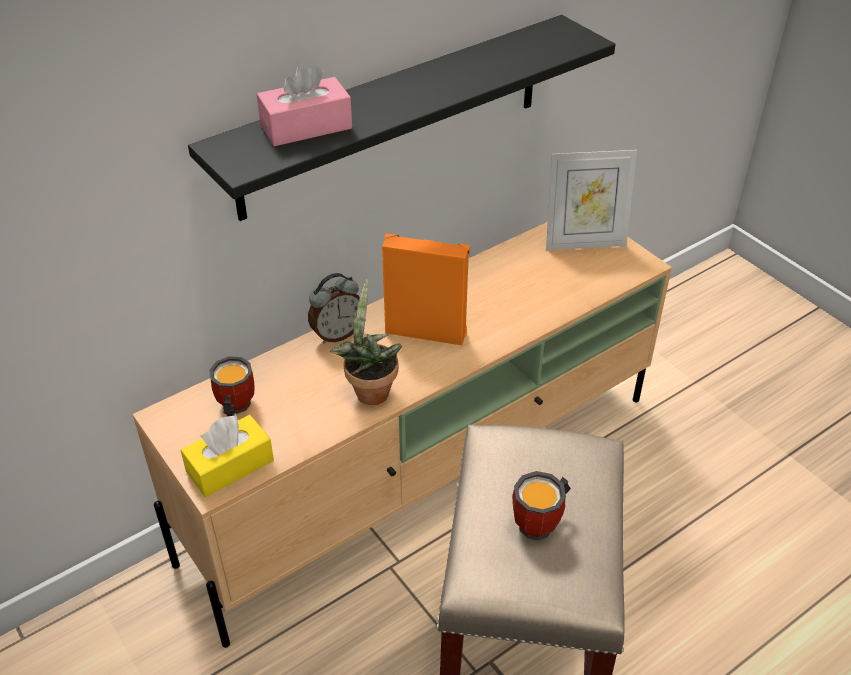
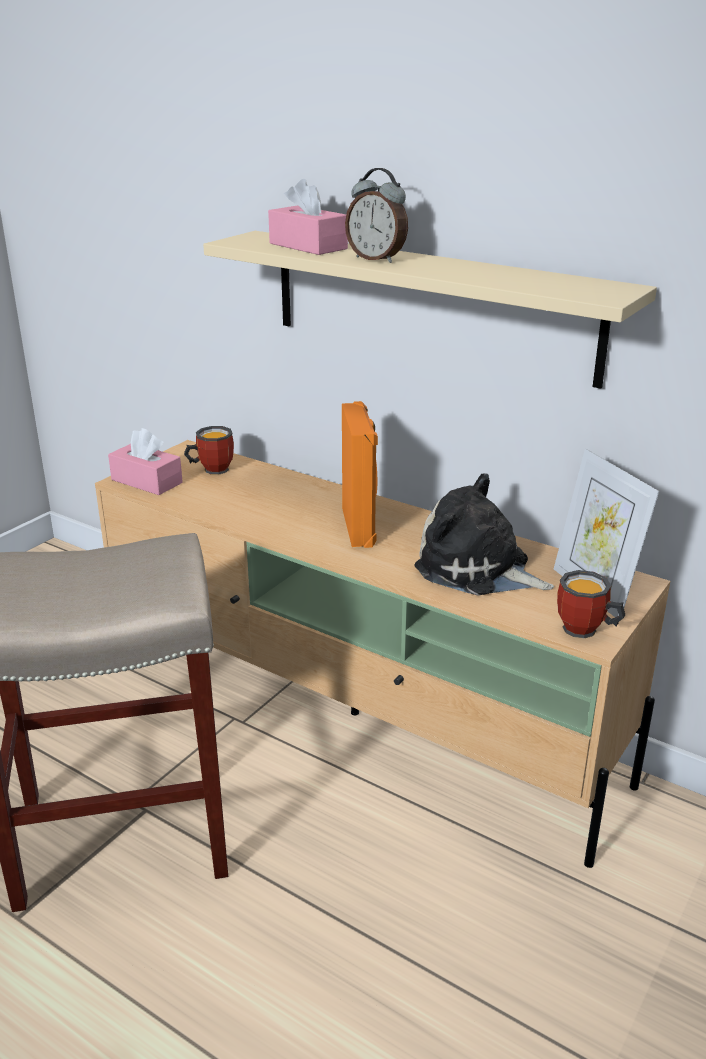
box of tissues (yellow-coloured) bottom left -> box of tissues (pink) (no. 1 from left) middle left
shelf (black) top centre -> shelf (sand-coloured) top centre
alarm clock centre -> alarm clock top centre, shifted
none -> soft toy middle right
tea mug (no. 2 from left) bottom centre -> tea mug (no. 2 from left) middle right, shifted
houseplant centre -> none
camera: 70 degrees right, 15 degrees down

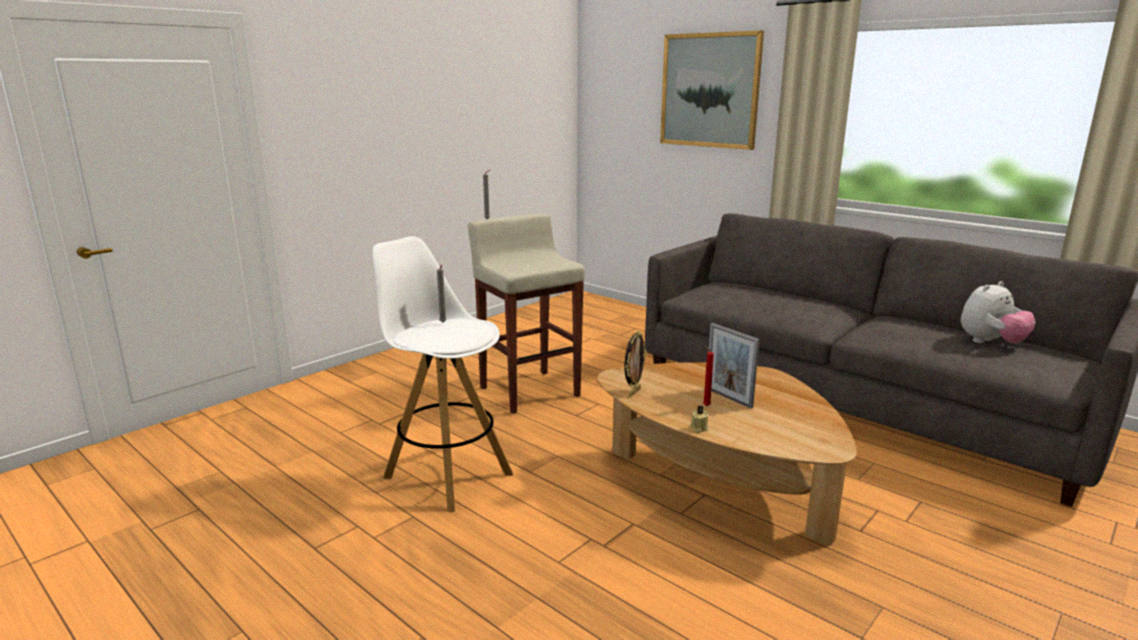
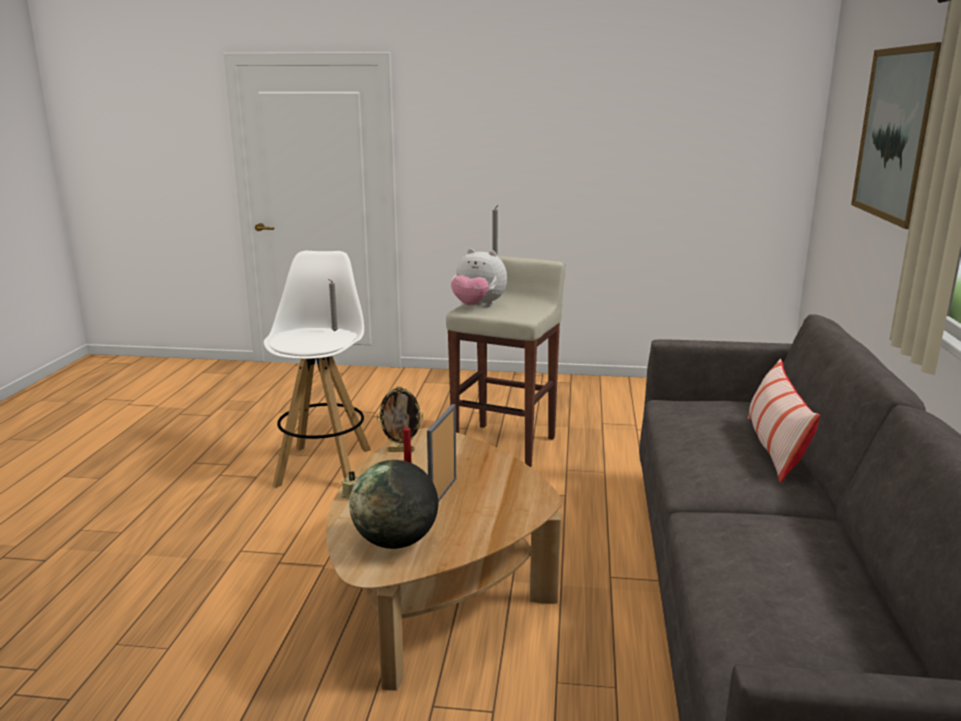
none -> world globe bottom centre
soft toy middle right -> soft toy centre, shifted
none -> pillow middle right
camera: 55 degrees right, 0 degrees up

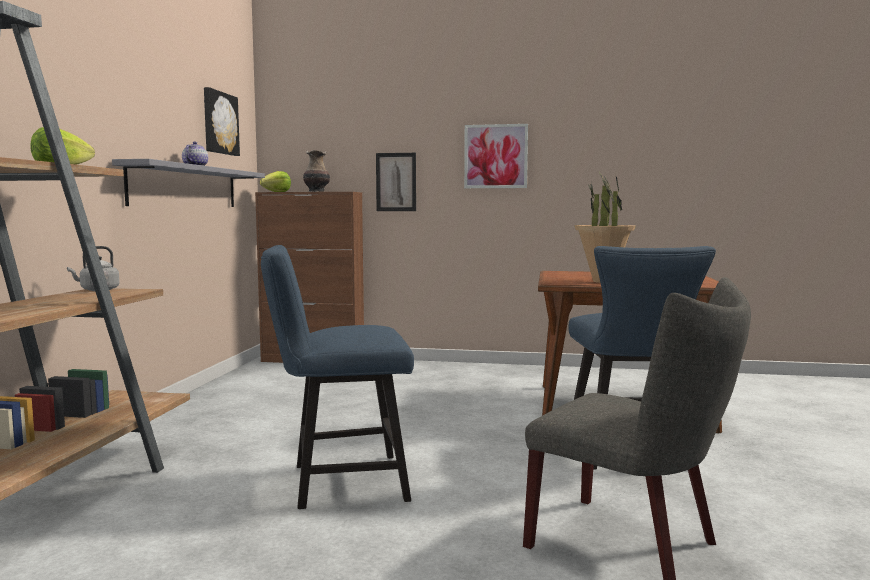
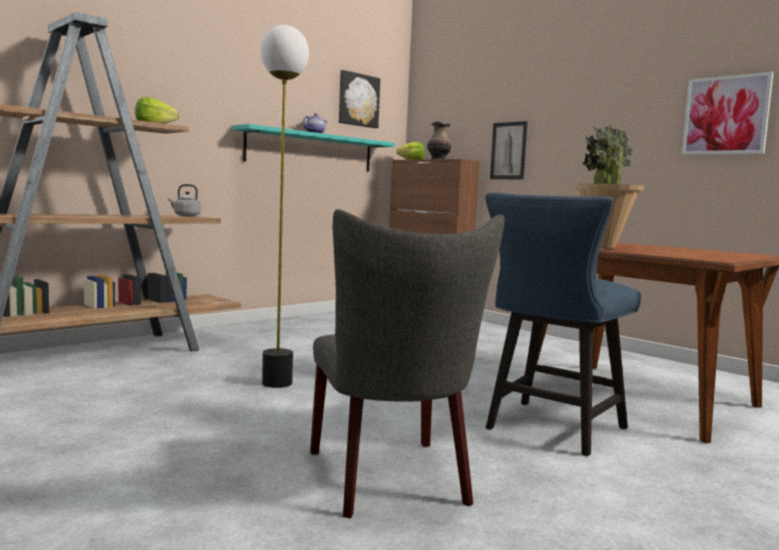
shelf (gray) top left -> shelf (turquoise) top centre
chair (blue-coloured) (no. 1 from left) centre -> standing lamp centre
wall picture (no. 3 from left) top centre -> wall picture (no. 3 from left) top right, shifted
camera: 35 degrees right, 0 degrees up

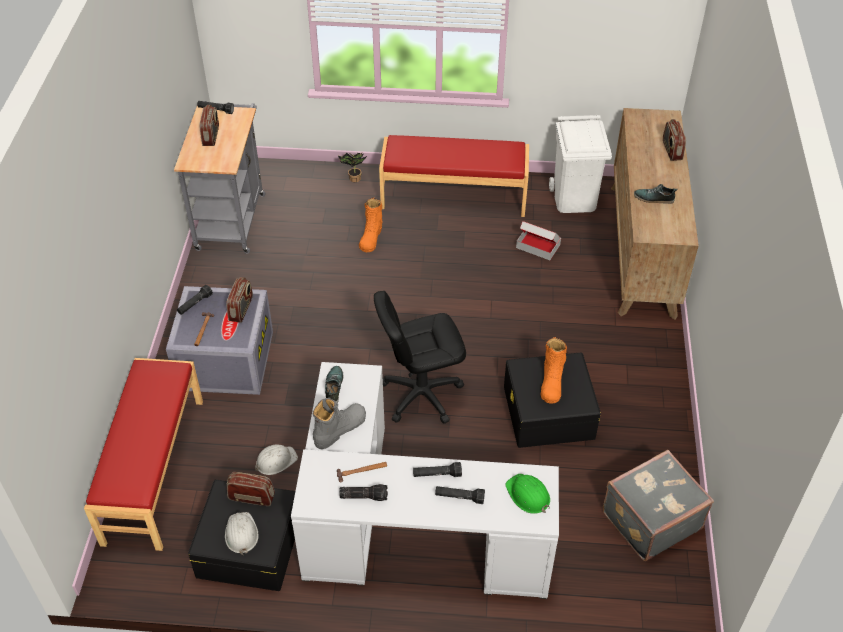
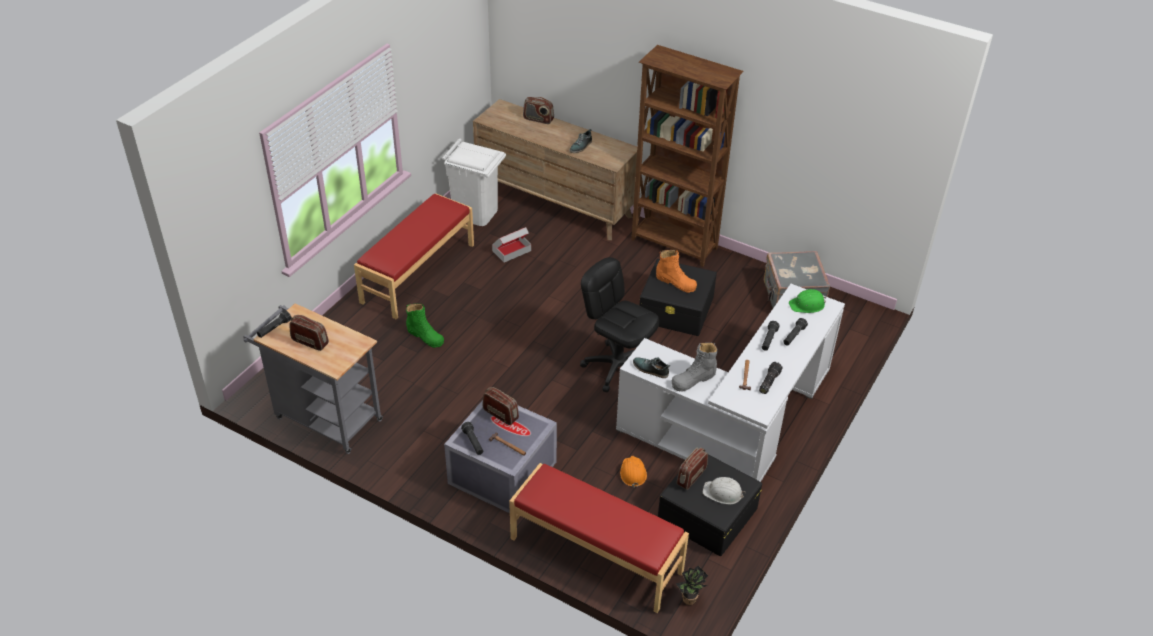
tall boot (orange) (no. 1 from left) centre -> tall boot (green-coloured) centre
office chair (black) centre, 120 degrees clockwise
safety helmet (white) (no. 2 from left) bottom left -> safety helmet (orange) bottom centre
none -> shelving unit (brownish) top centre
tall boot (gray) bottom centre -> tall boot (gray) centre, 105 degrees counterclockwise
houseplant top centre -> houseplant bottom centre, shifted
camera: 65 degrees left, 5 degrees down

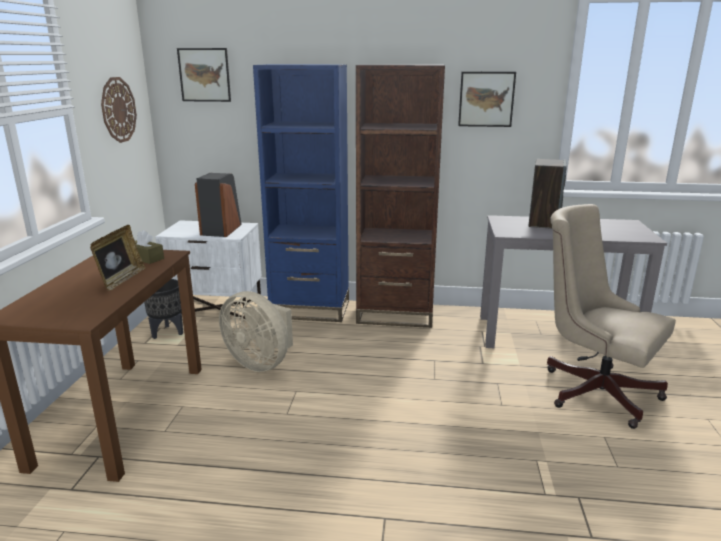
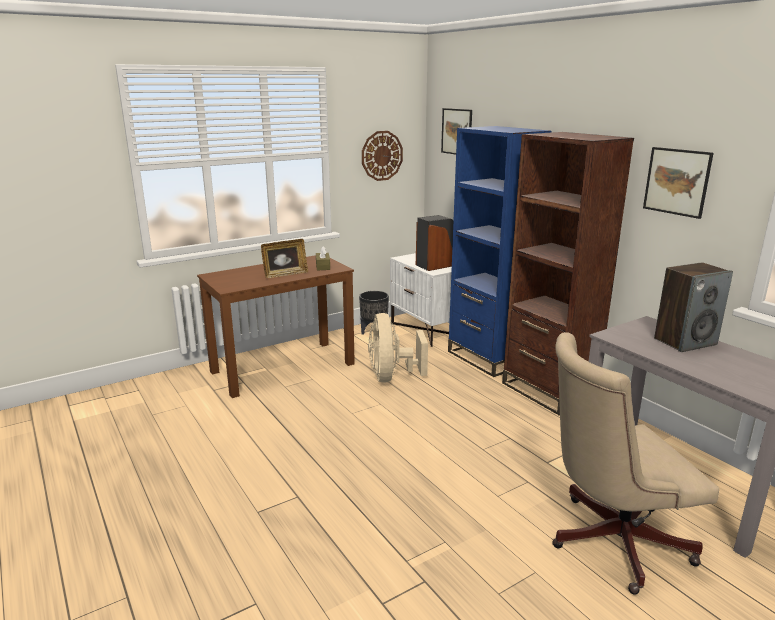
office chair (sand-coloured) middle right -> office chair (sand-coloured) bottom right, 105 degrees counterclockwise
camera: 50 degrees right, 0 degrees up

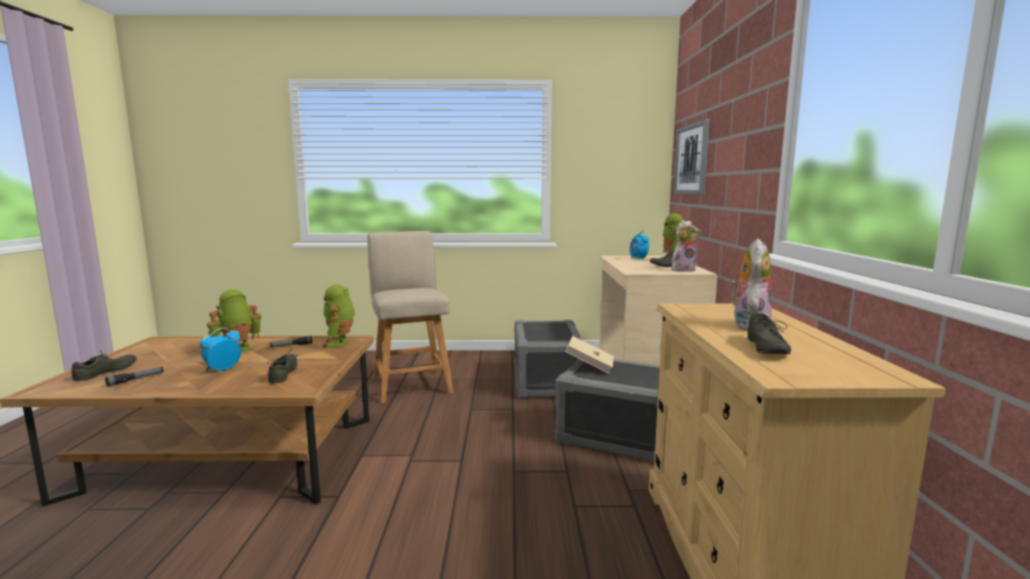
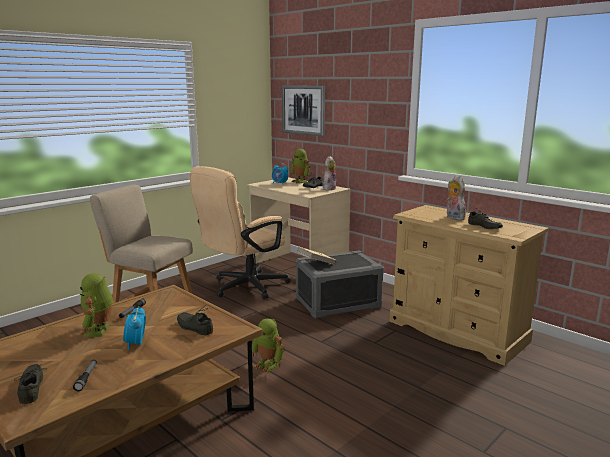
storage bin (gray) (no. 1 from left) centre -> office chair (sand-coloured) centre
robot figure (no. 2 from left) middle left -> robot figure (no. 2 from left) bottom centre, shifted
camera: 45 degrees left, 5 degrees up

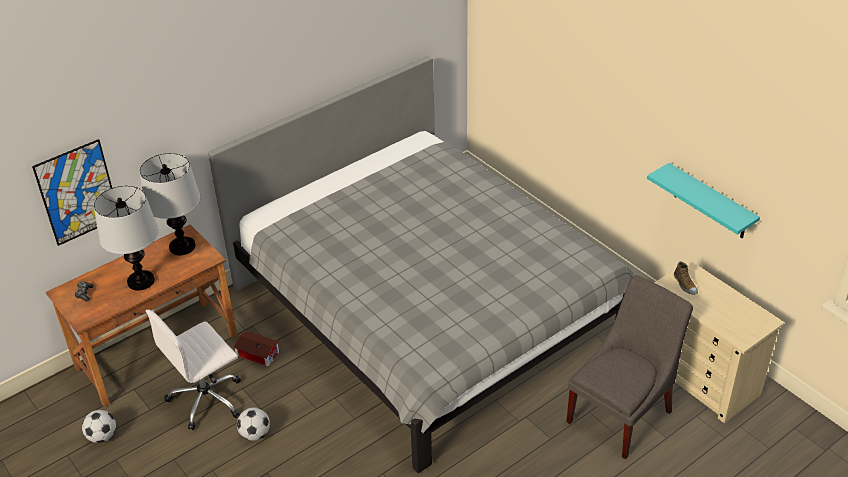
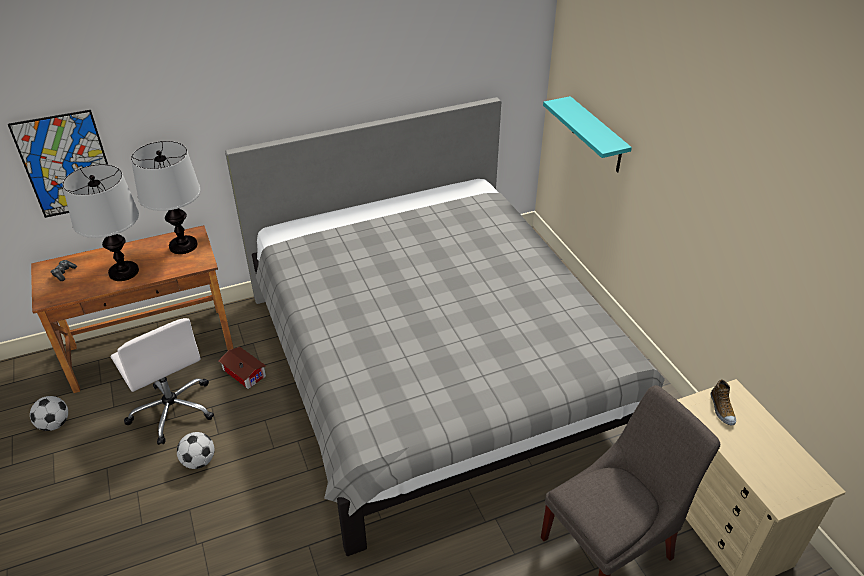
office chair (white) bottom left -> office chair (white) middle left, 105 degrees counterclockwise
shelf (turquoise) middle right -> shelf (turquoise) top right, shifted
camera: 15 degrees right, 0 degrees up

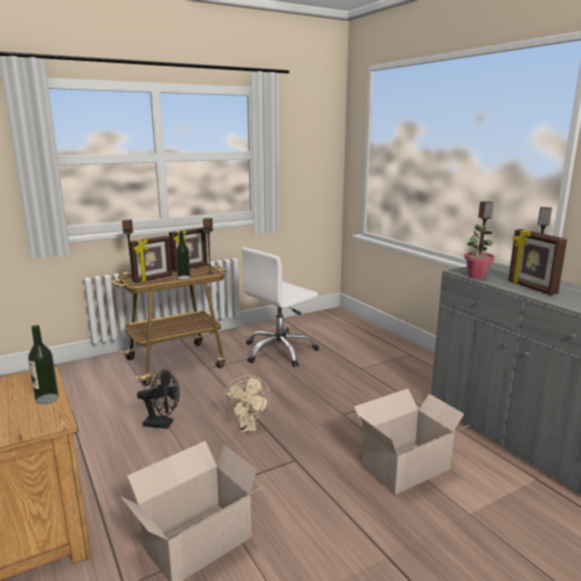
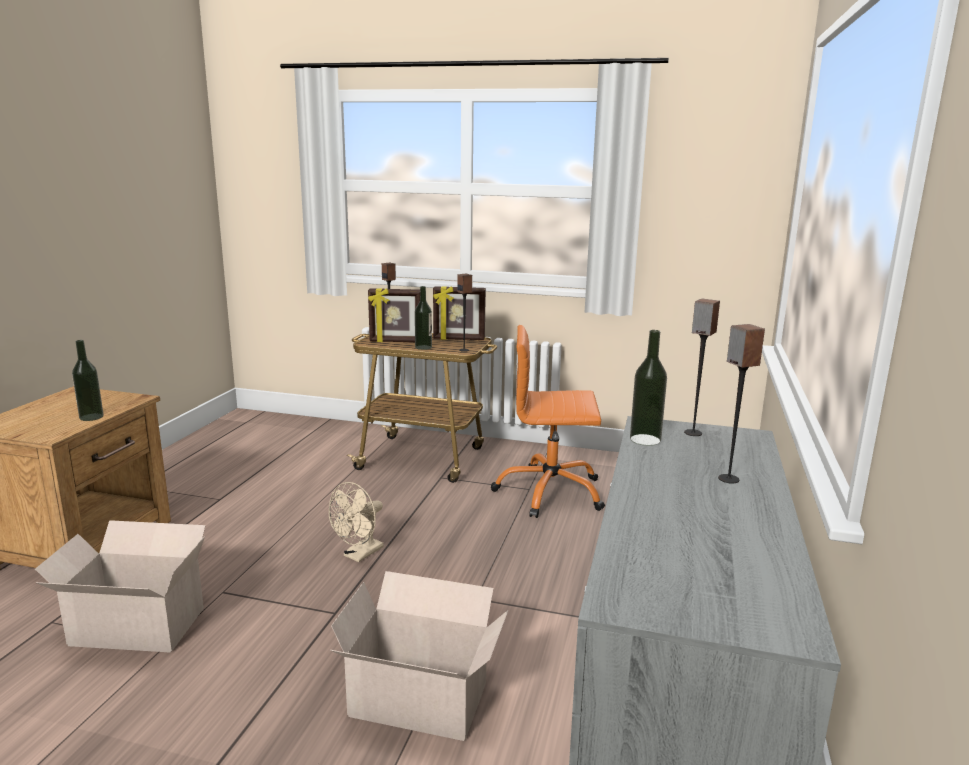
office chair (white) centre -> office chair (orange) centre
houseplant middle right -> beverage bottle (no. 3 from left) middle right
fan (black) bottom left -> none
photo frame (no. 3 from left) middle right -> none
camera: 45 degrees right, 0 degrees up

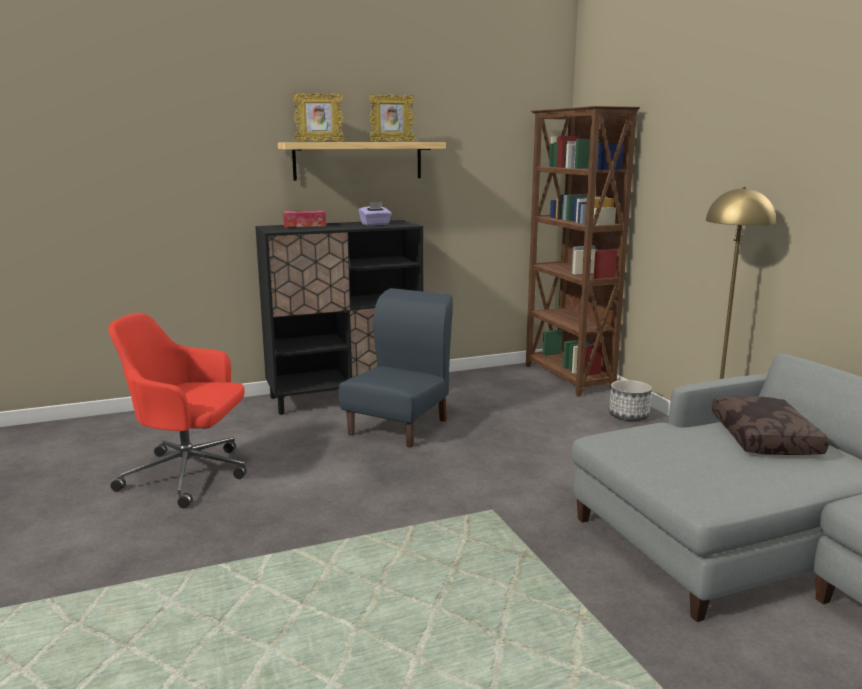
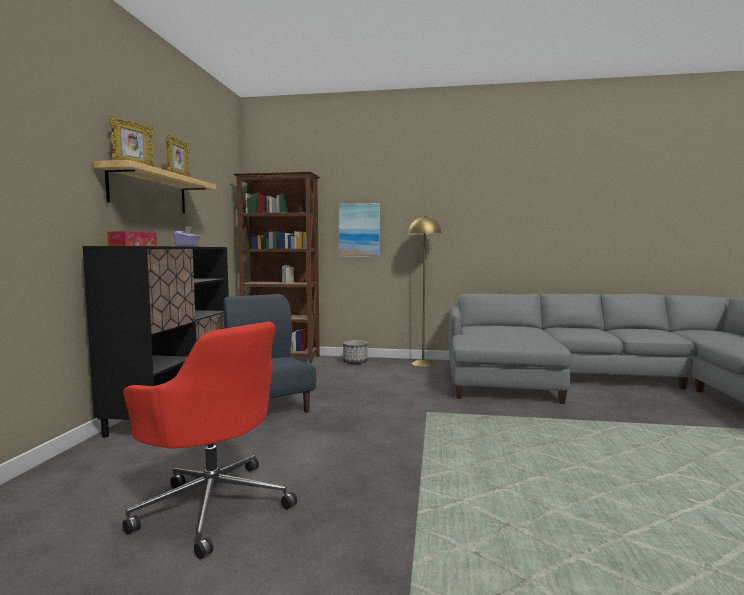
office chair (red-coloured) middle left -> office chair (red-coloured) bottom left, 90 degrees counterclockwise
none -> wall picture centre
pillow (brownish) middle right -> none
camera: 60 degrees left, 10 degrees down

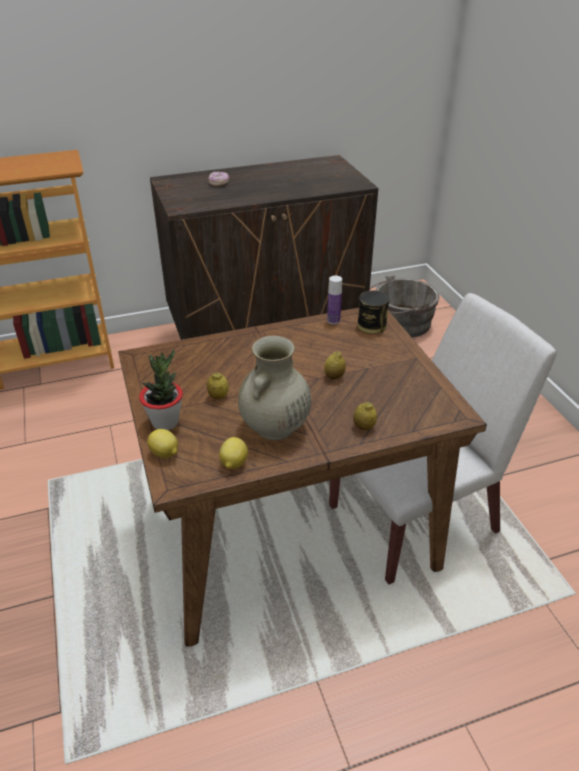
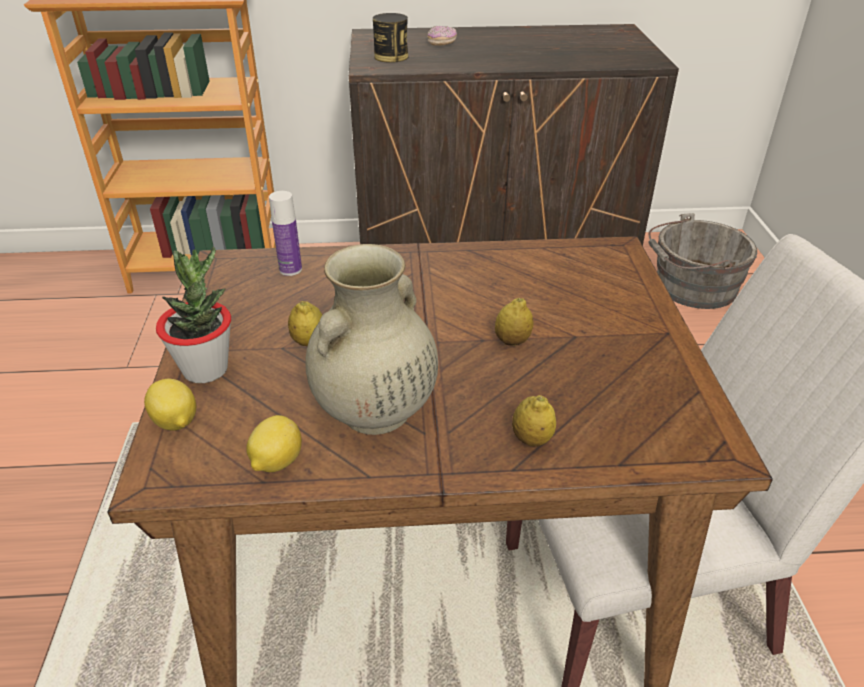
beverage bottle centre -> beverage bottle middle left, shifted
can centre -> can top centre, shifted
camera: 15 degrees right, 0 degrees up

